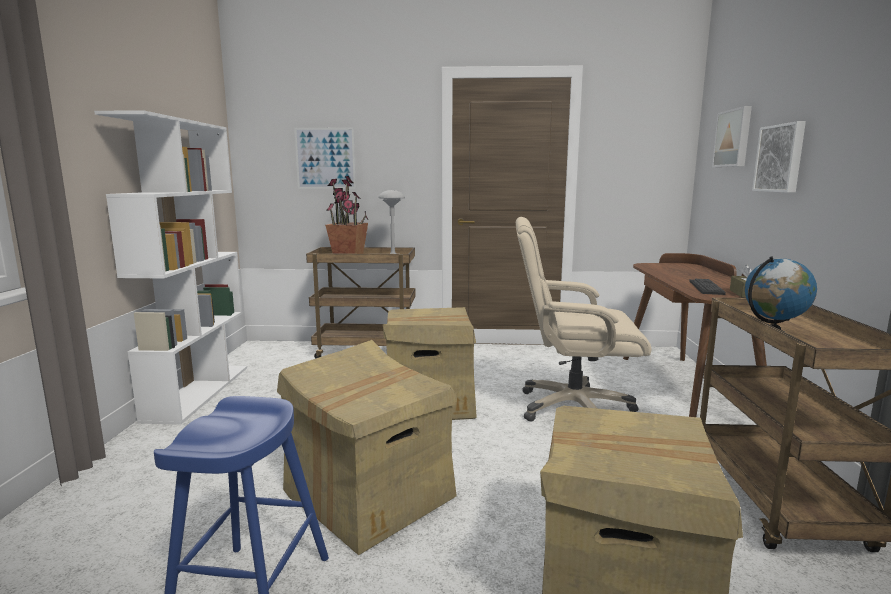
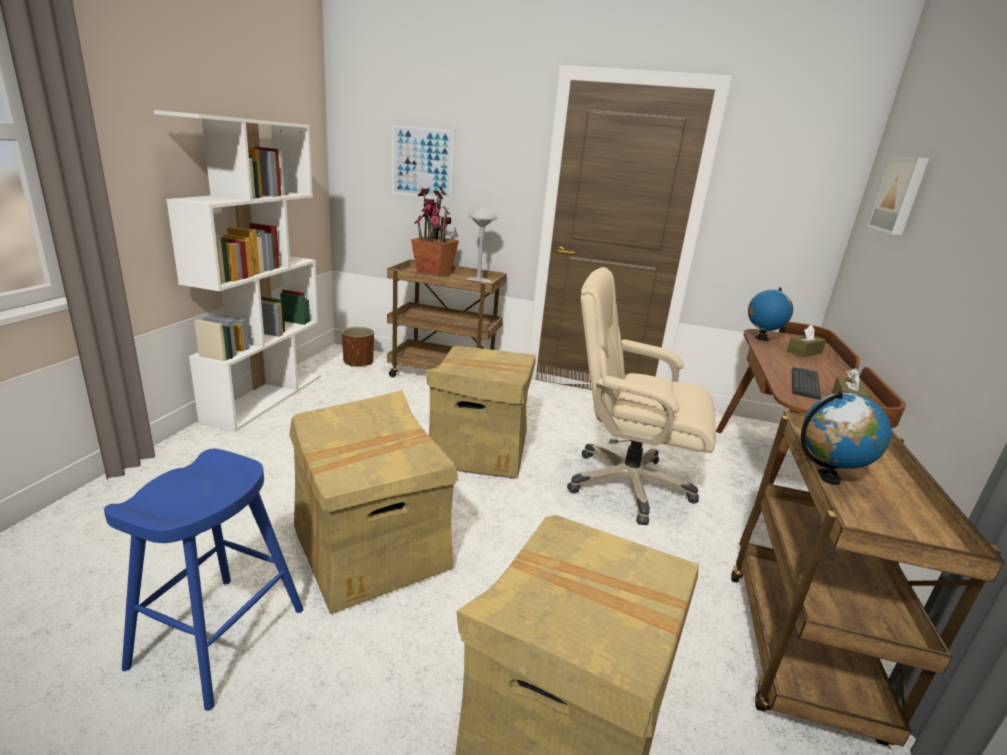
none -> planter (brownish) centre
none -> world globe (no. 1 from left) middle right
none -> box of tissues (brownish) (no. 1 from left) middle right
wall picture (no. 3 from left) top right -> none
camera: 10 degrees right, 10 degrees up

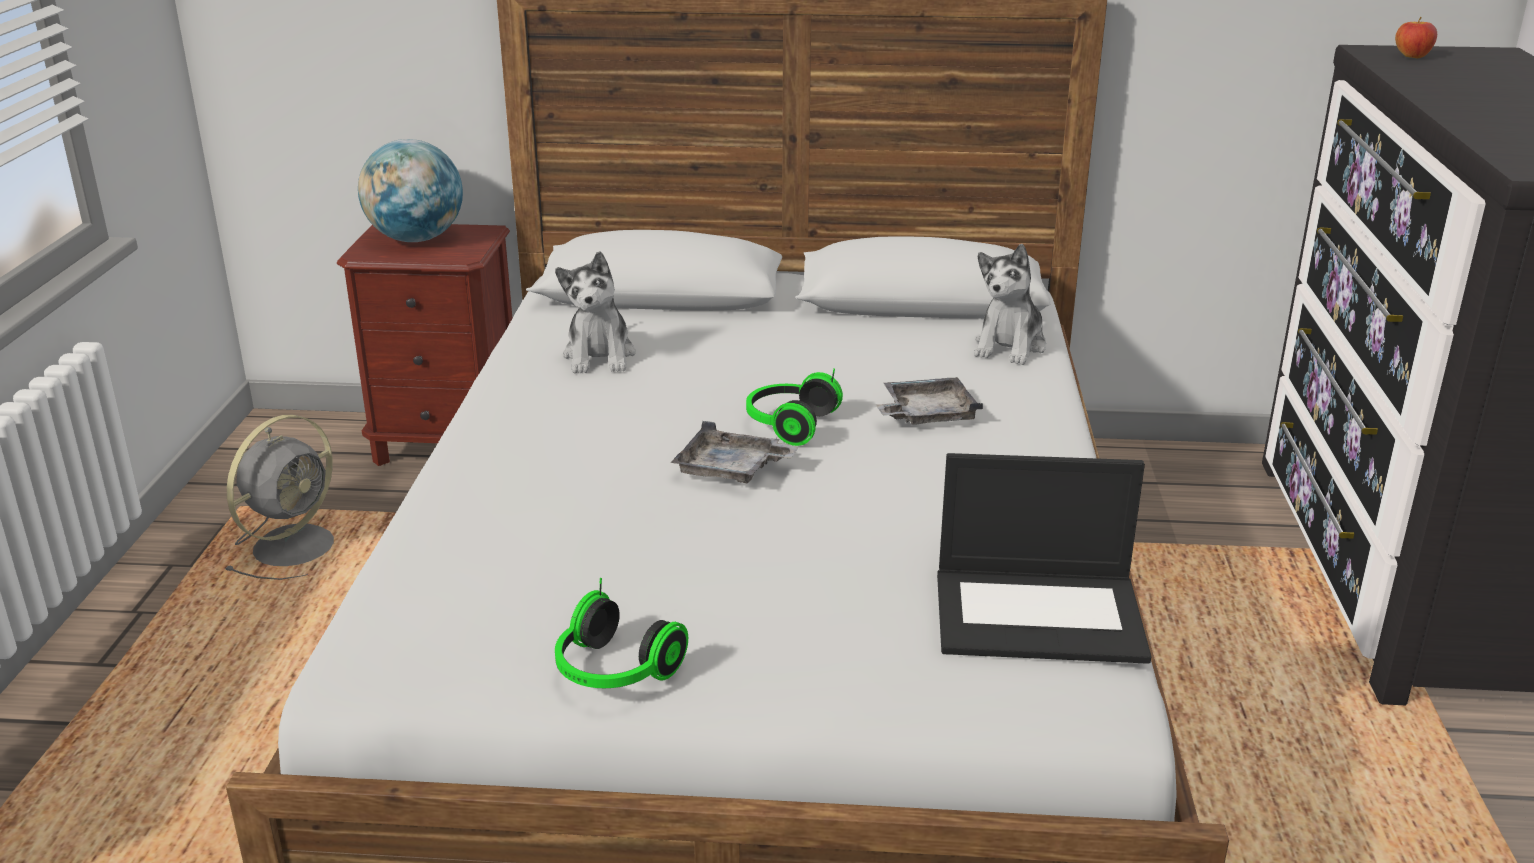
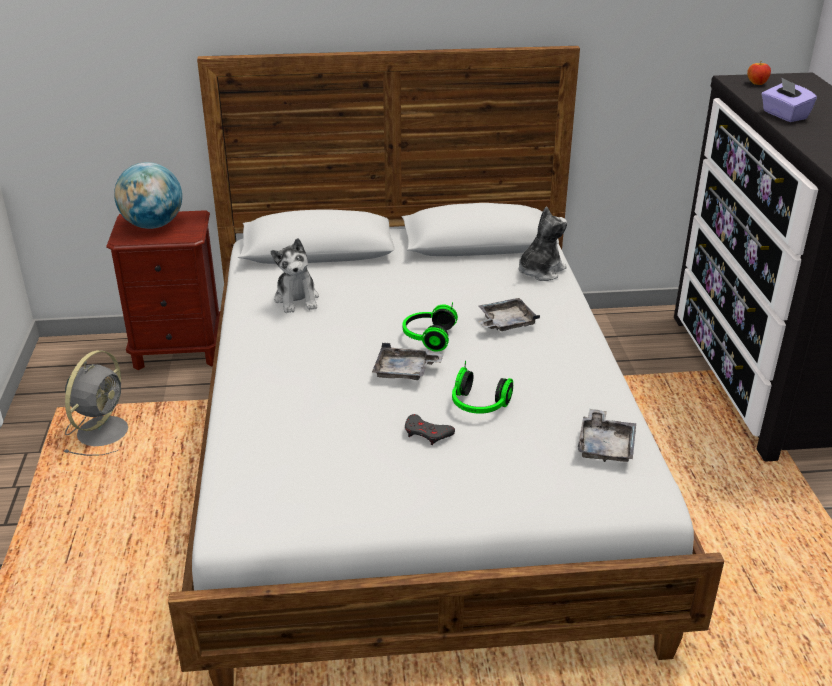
none -> gamepad (gray) centre
pair of headphones (no. 1 from left in the first image) bottom centre -> pair of headphones (no. 2 from left) centre, shifted
soft toy (no. 2 from left) centre, 150 degrees counterclockwise
notebook computer middle right -> tray (gray) (no. 3 from left) middle right
none -> box of tissues (purple-coloured) top right
camera: 10 degrees left, 5 degrees up

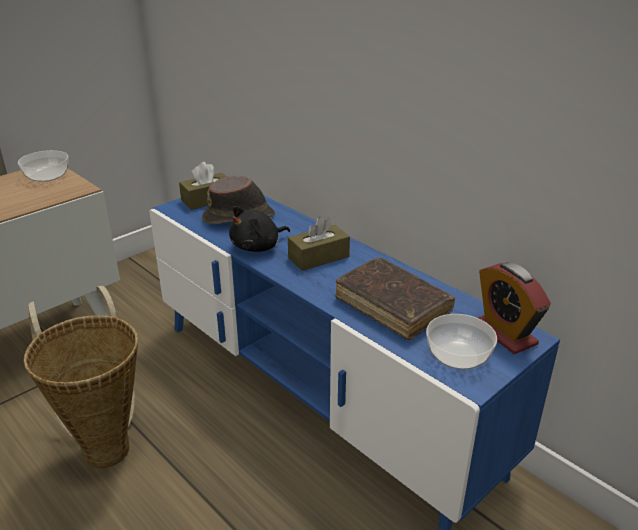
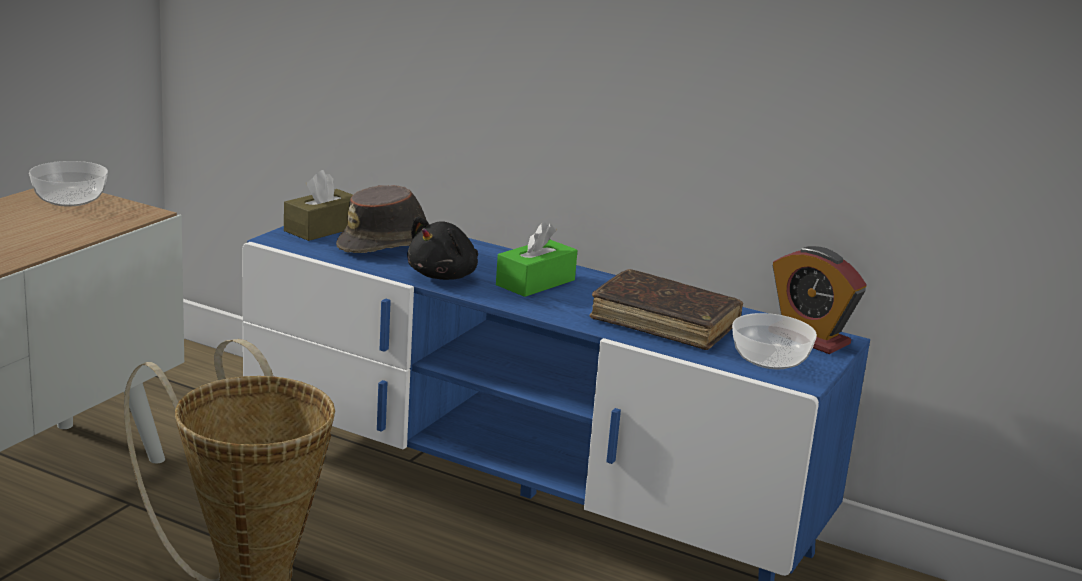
box of tissues (brownish) (no. 2 from left) centre -> box of tissues (green-coloured) centre
camera: 20 degrees left, 10 degrees down

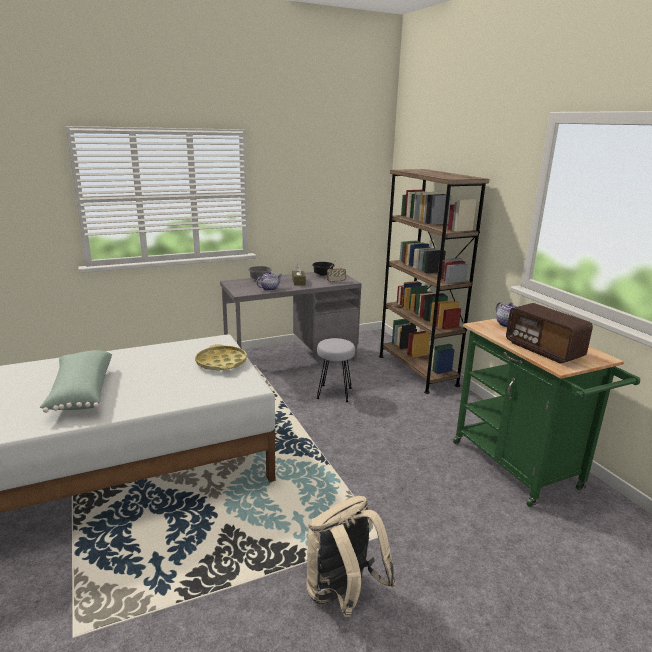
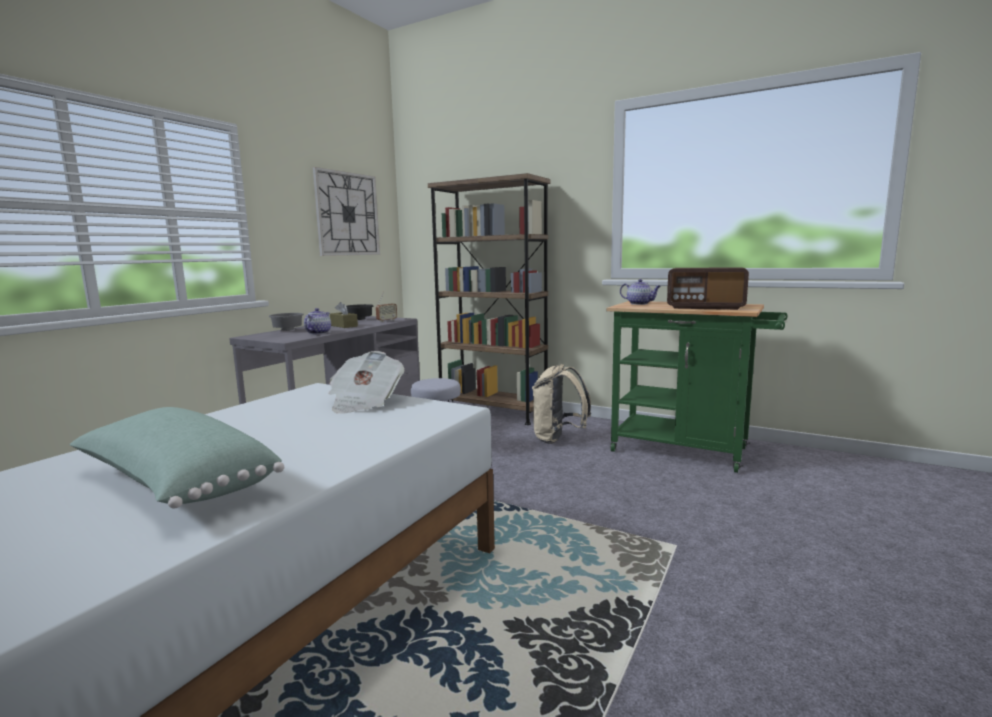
none -> wall clock top centre
tray (yellow-coloured) centre -> printed paper centre
backpack (sand-coloured) bottom centre -> backpack (sand-coloured) centre, shifted
camera: 35 degrees left, 10 degrees down

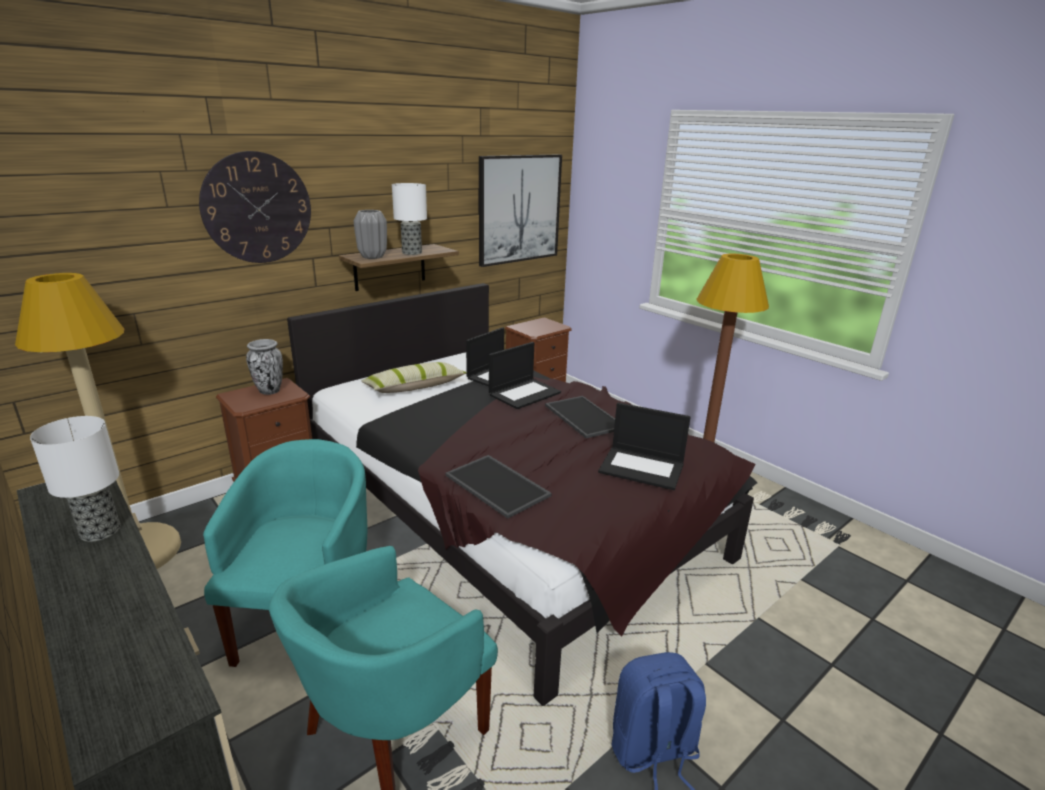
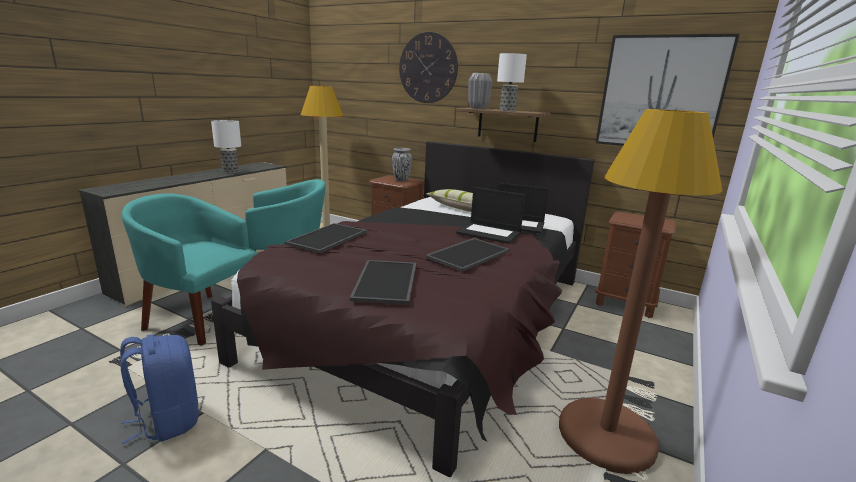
notebook computer (no. 3 from left) centre -> tray (no. 2 from left) centre
camera: 70 degrees right, 5 degrees down

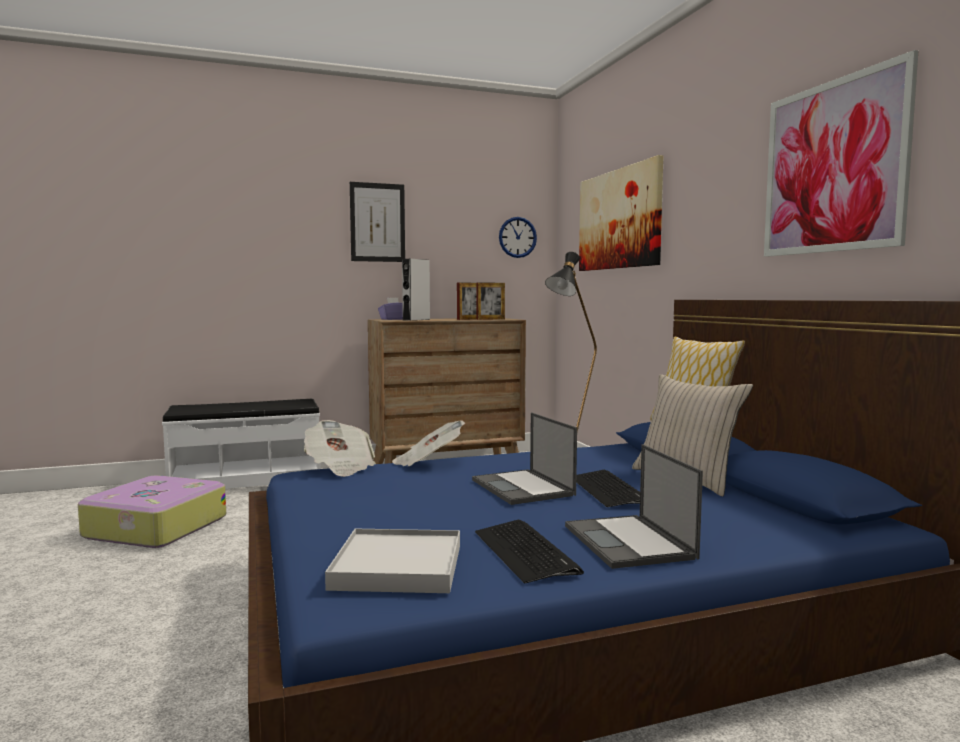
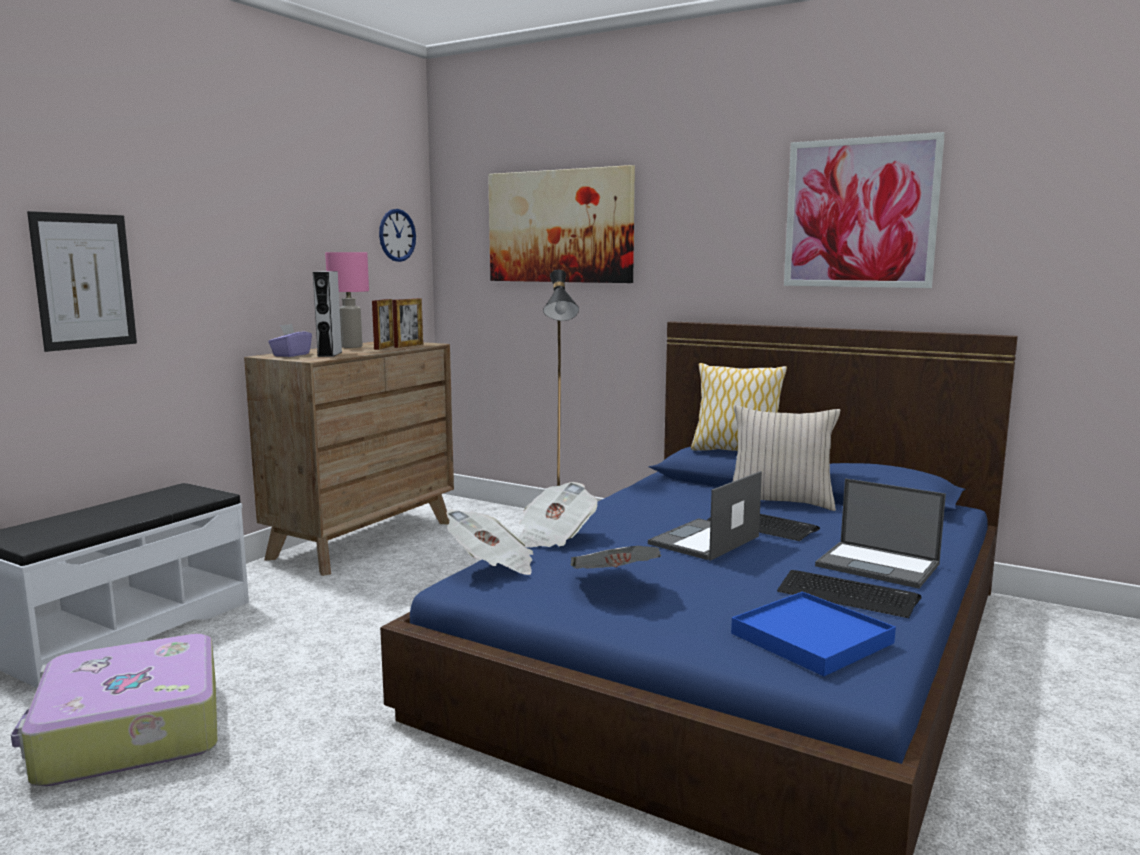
wall picture (no. 1 from left) top centre -> wall picture (no. 1 from left) top left, shifted
none -> tabletop lamp (pink) middle left
none -> printed paper (no. 3 from left) centre
notebook computer (no. 1 from left) centre, 105 degrees clockwise
tray (white) bottom centre -> tray (blue-coloured) bottom right
camera: 40 degrees left, 5 degrees up

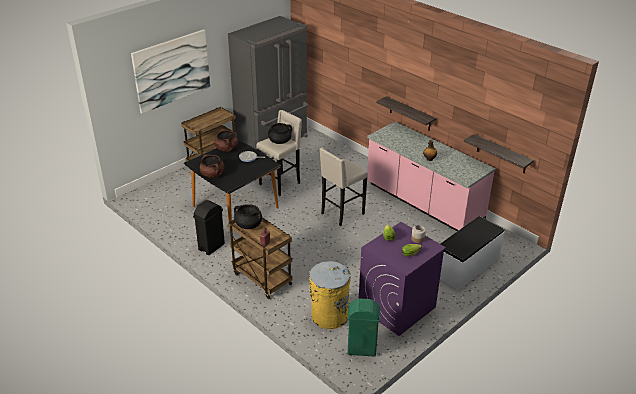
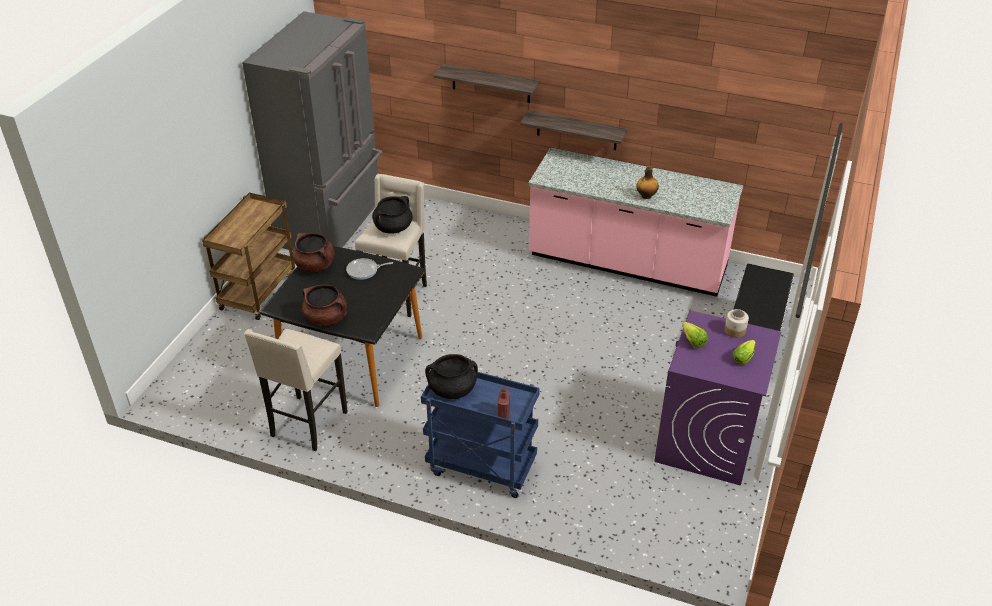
stool seat (sand-coloured) (no. 2 from left in the first image) centre -> stool seat (sand-coloured) (no. 1 from left) middle left, shifted
cart (brownish) (no. 2 from left) centre -> cart (blue-coloured) bottom centre
shelf (no. 2 from left in the first image) middle right -> shelf (no. 1 from left) top centre, shifted
wall picture top left -> none
trash can (black) middle left -> none
trash can (yellow-coloured) bottom centre -> none
trash can (green-coloured) bottom centre -> none
camera: 25 degrees left, 5 degrees up

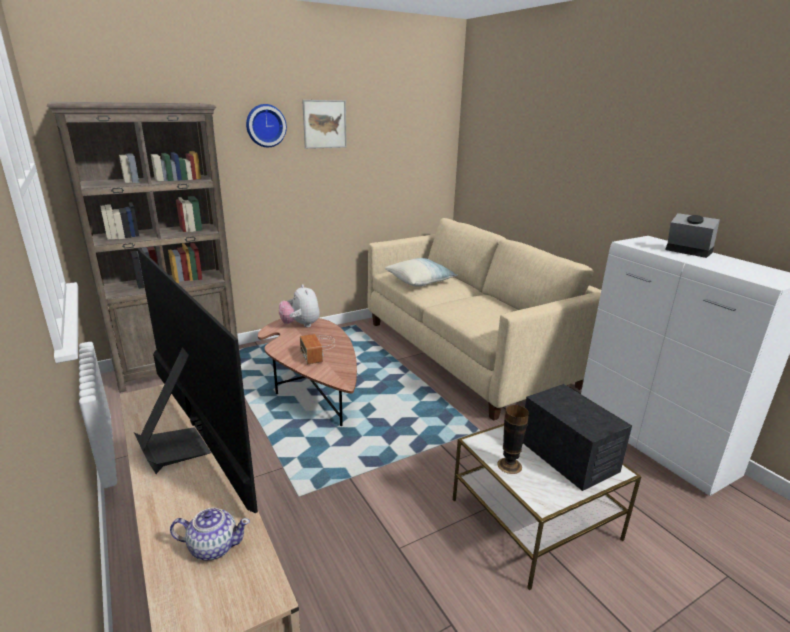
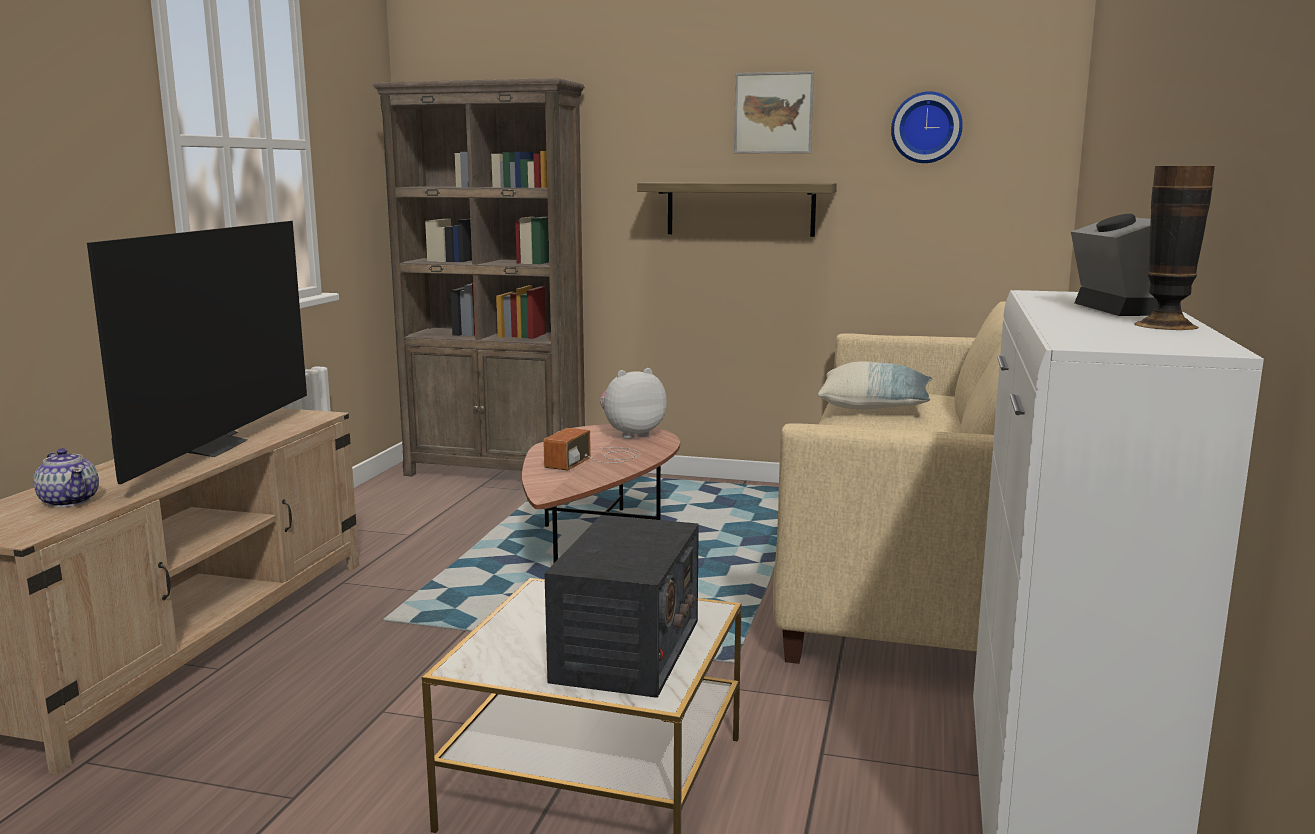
soft toy centre, 45 degrees clockwise
none -> shelf top centre
wall clock top centre -> wall clock top right, shifted
vase bottom centre -> vase top right, shifted
camera: 45 degrees right, 10 degrees down

